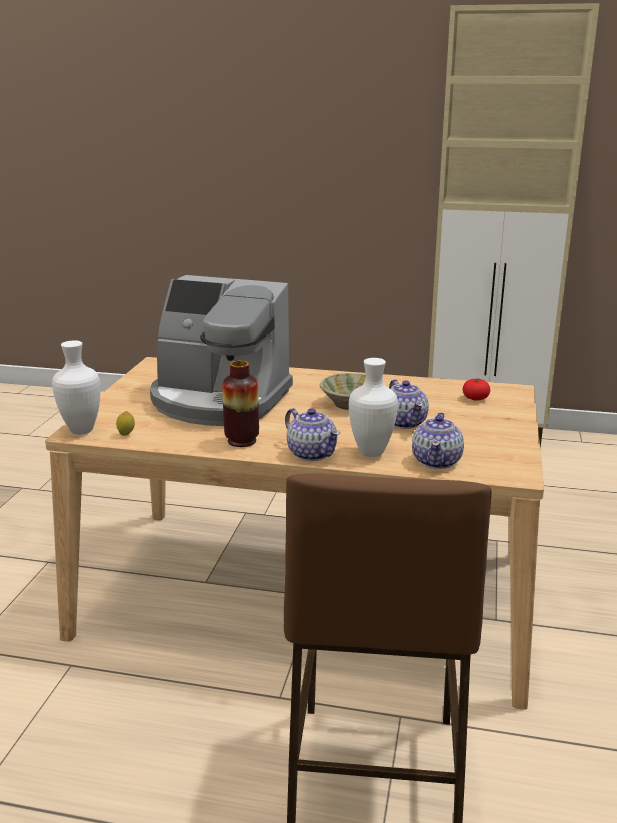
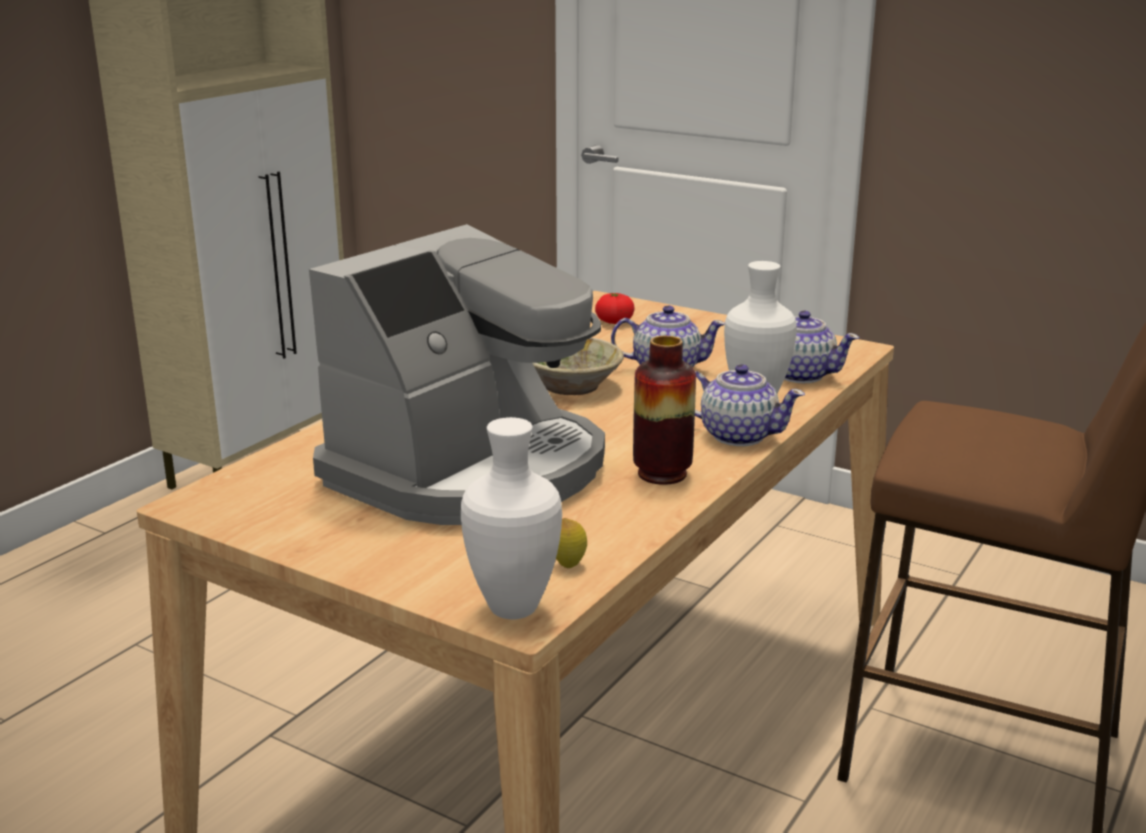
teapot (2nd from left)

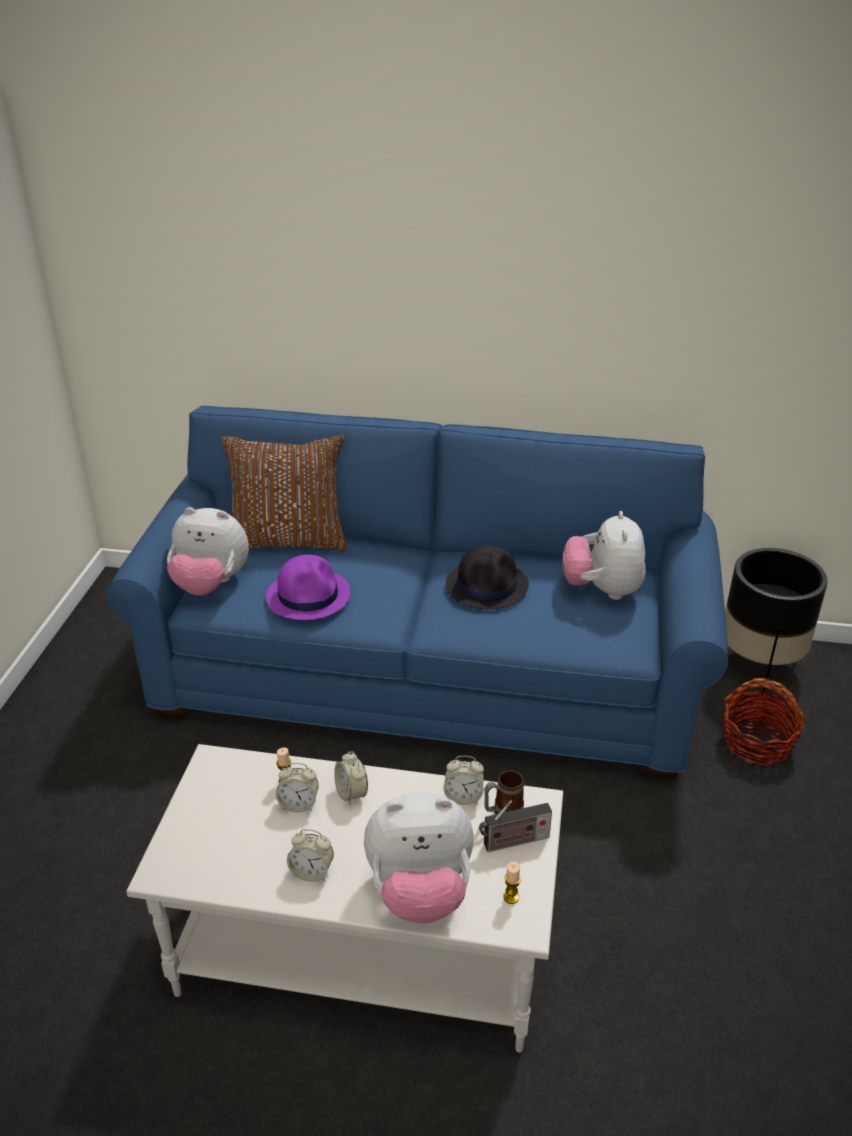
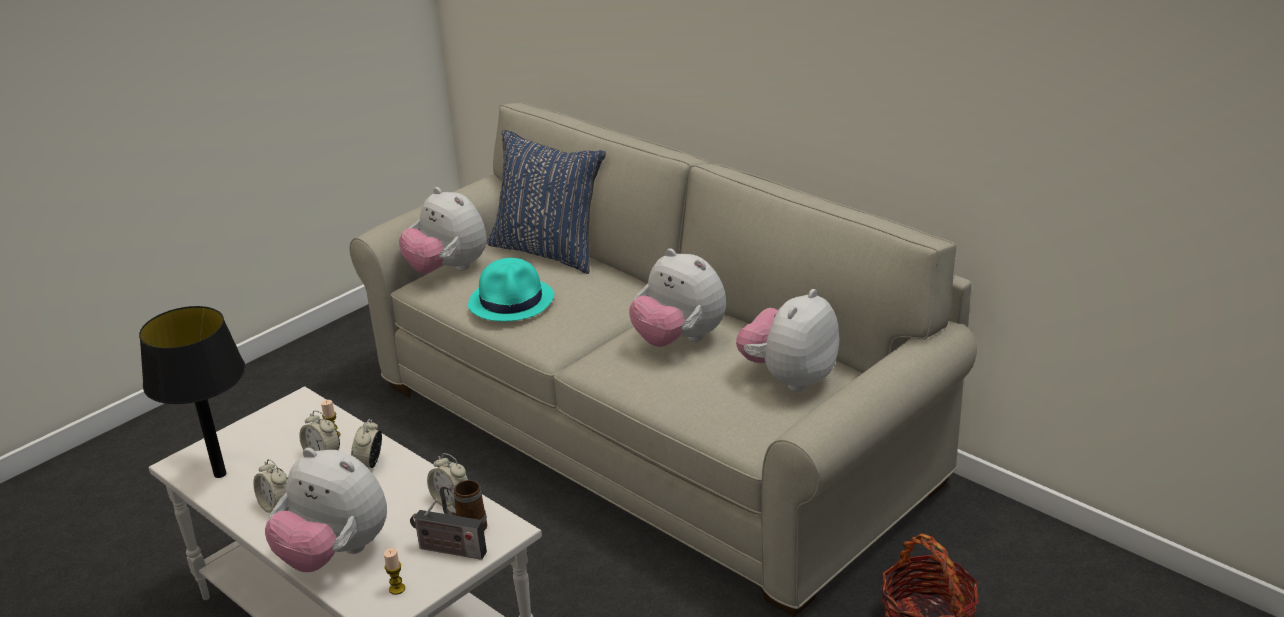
beige sofa
blue pillow
turquoise hat
plush toy (3rd from left)
black planter
black table lamp

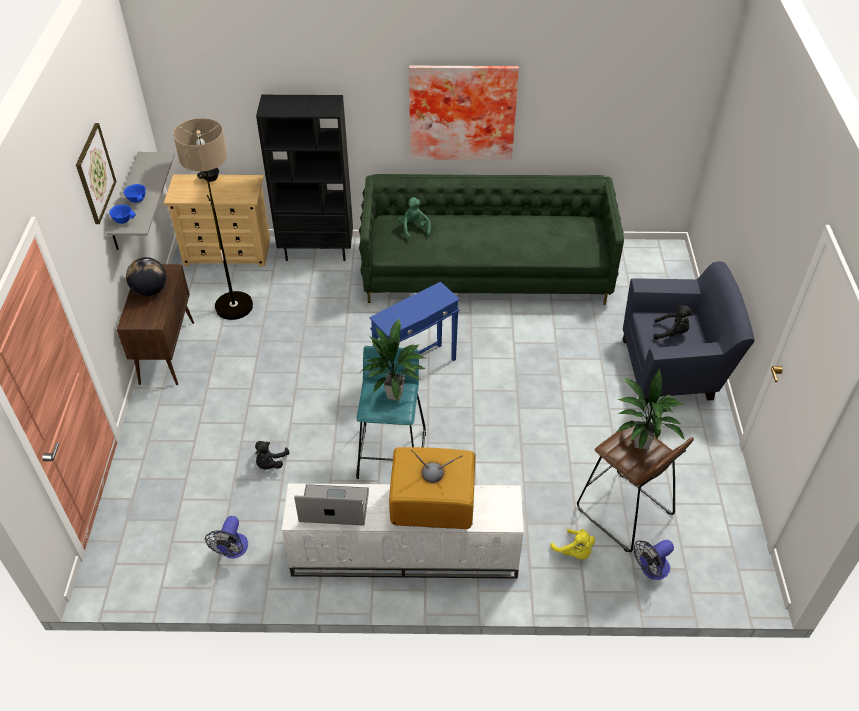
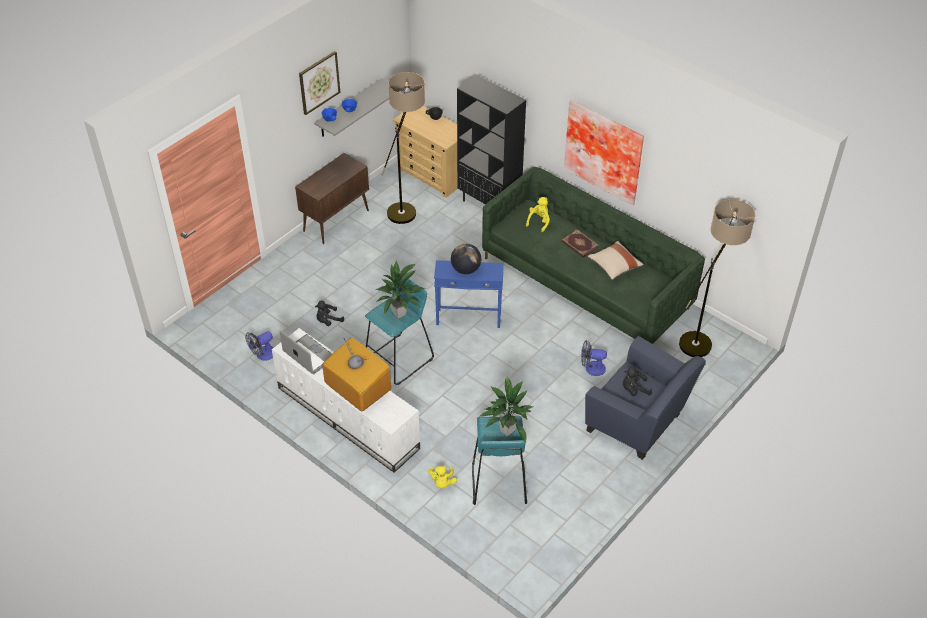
globe
yellow plush toy (2nd from left)
turquoise stool (2nd from left)
fan (2nd from left)
black plush toy (2nd from left)
book
beige pillow
floor lamp (2nd from left)

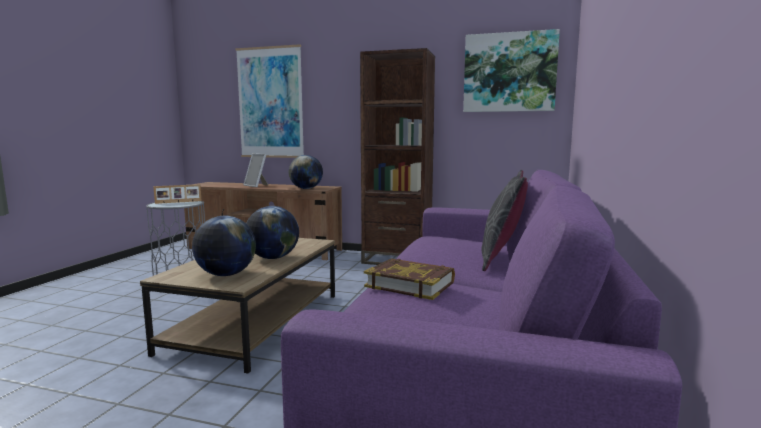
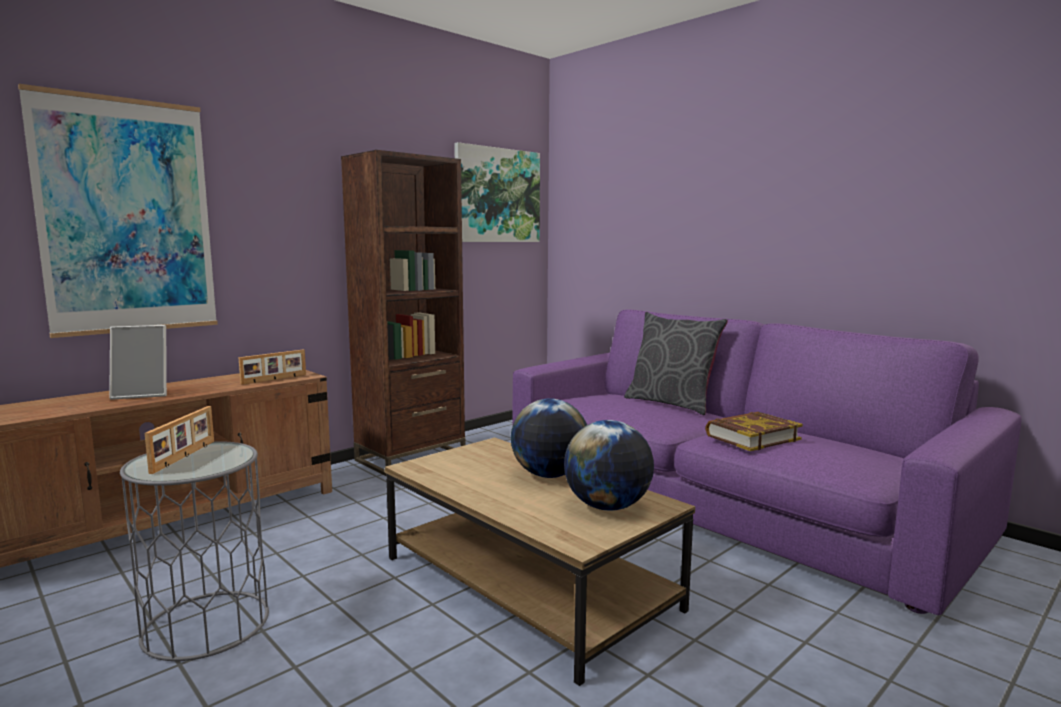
picture frame (3rd from left)

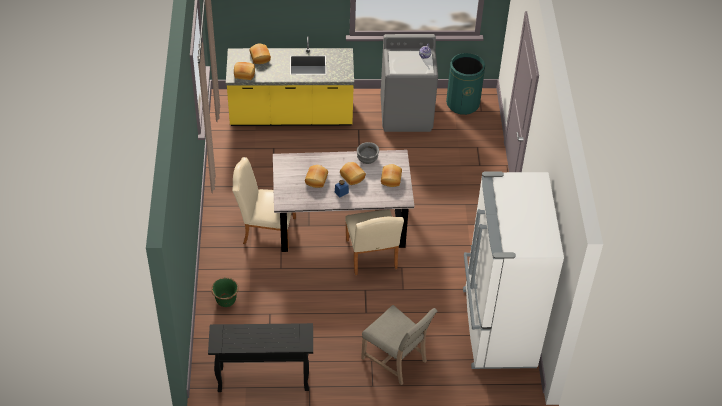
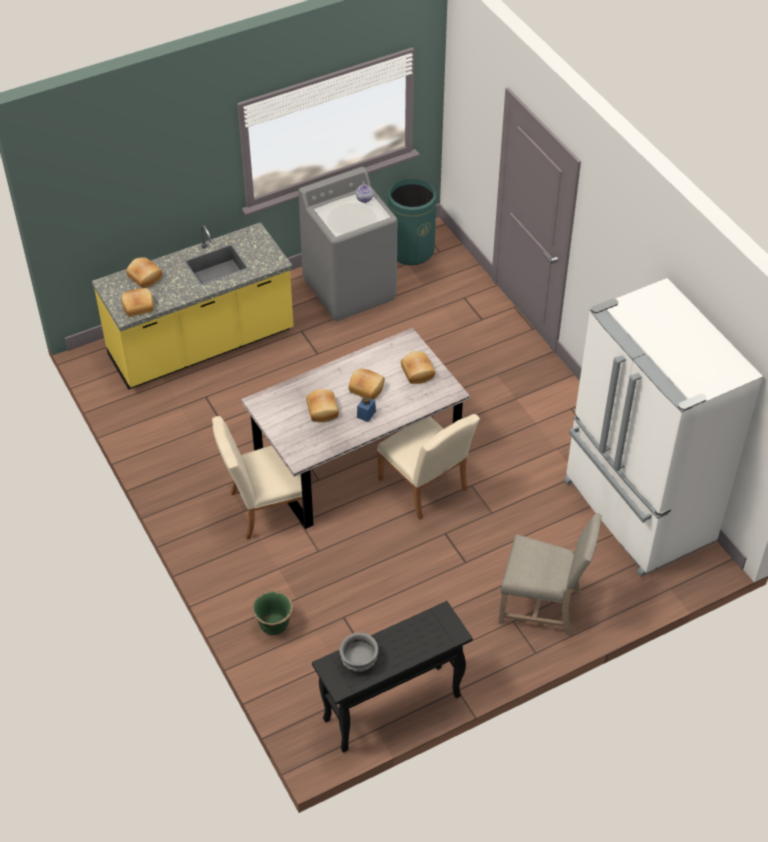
grey bowl

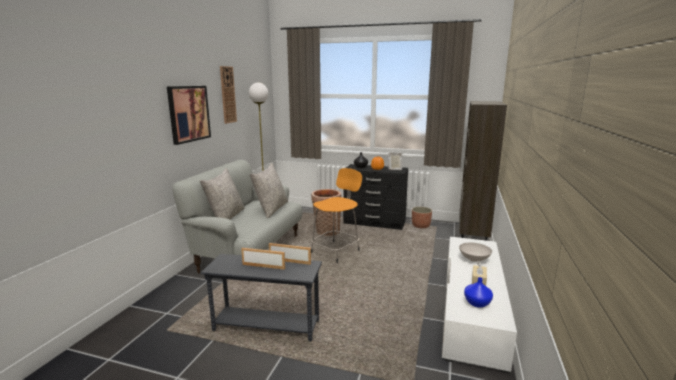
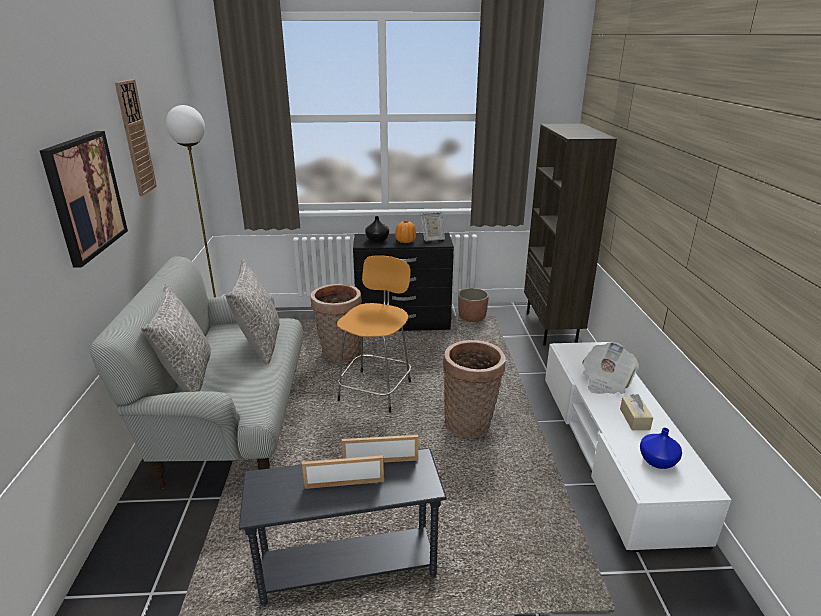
newspaper
basket (2nd from left)

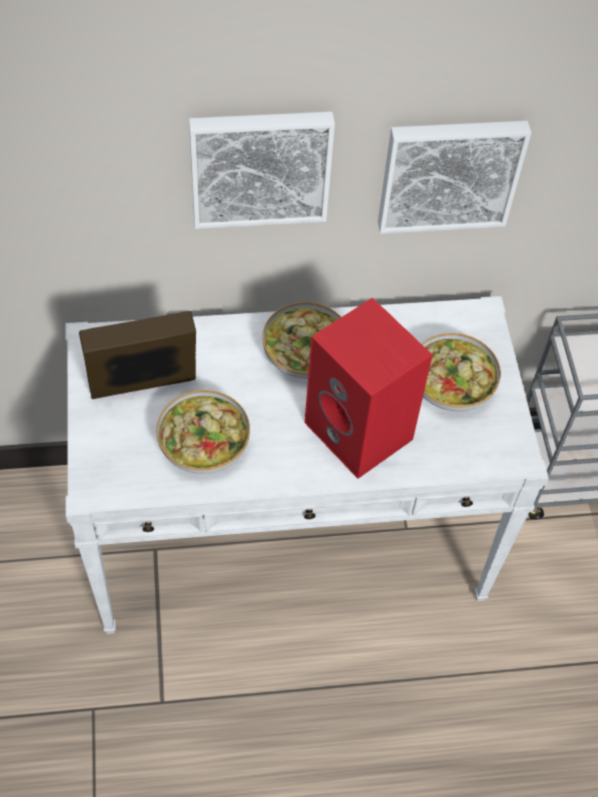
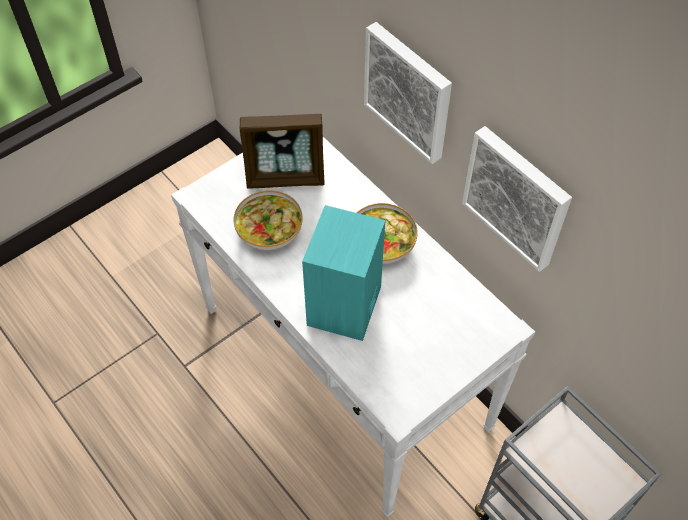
picture frame
turquoise speaker
bowl (3rd from left in the first image)

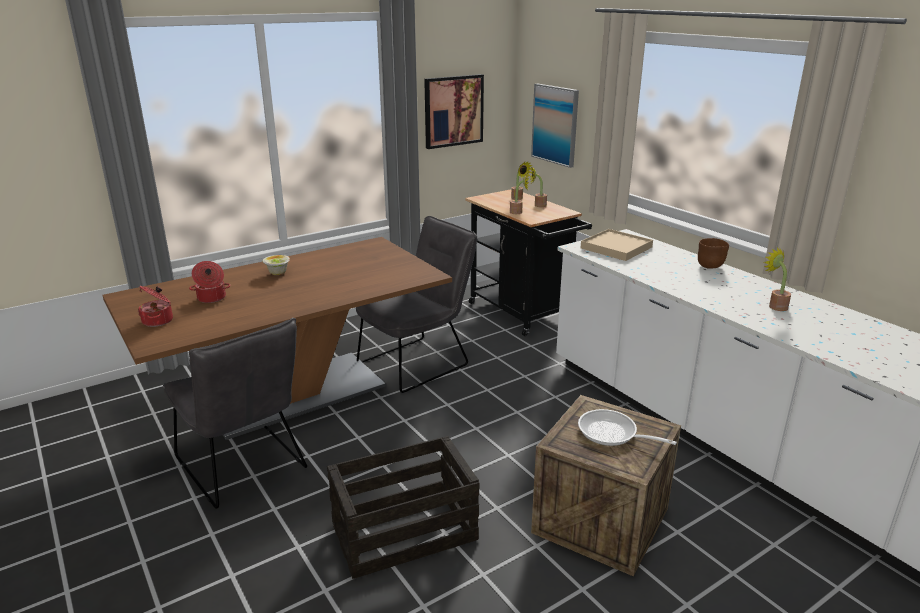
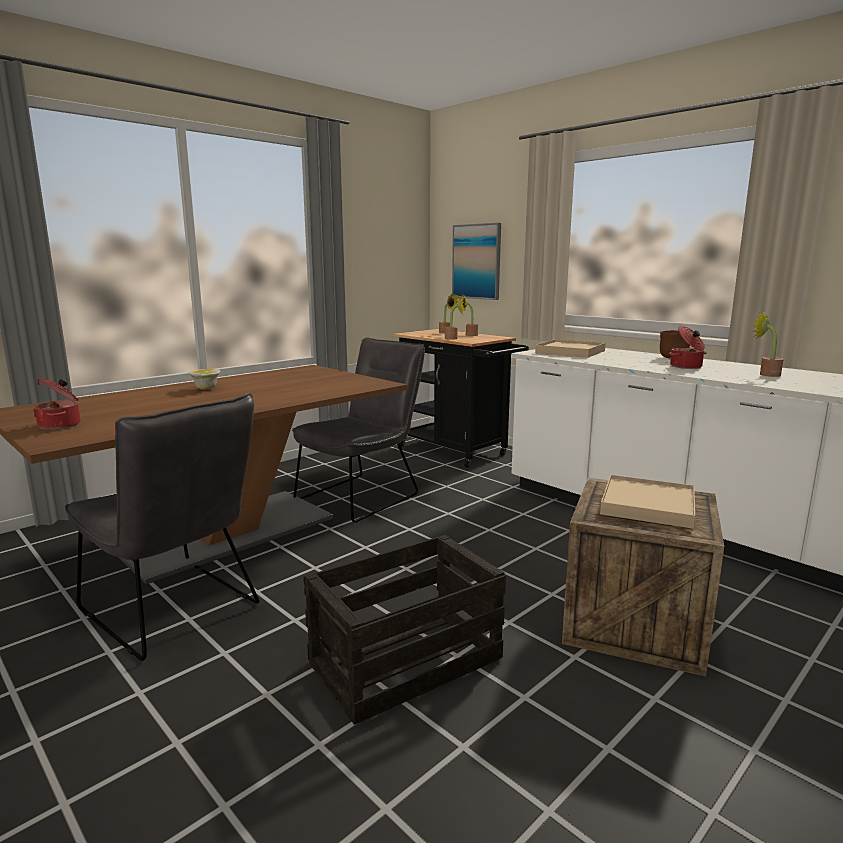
cooking pot (2nd from left)
picture (1st from left in the first image)
beige tray (2nd from left)

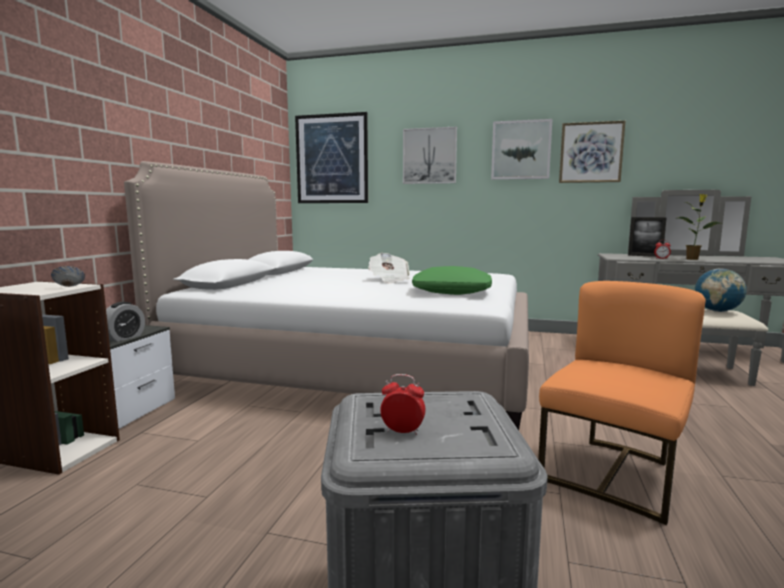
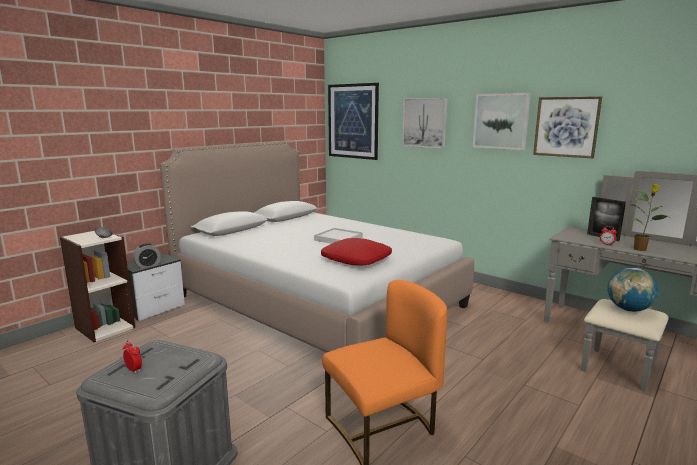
white tray
red pillow

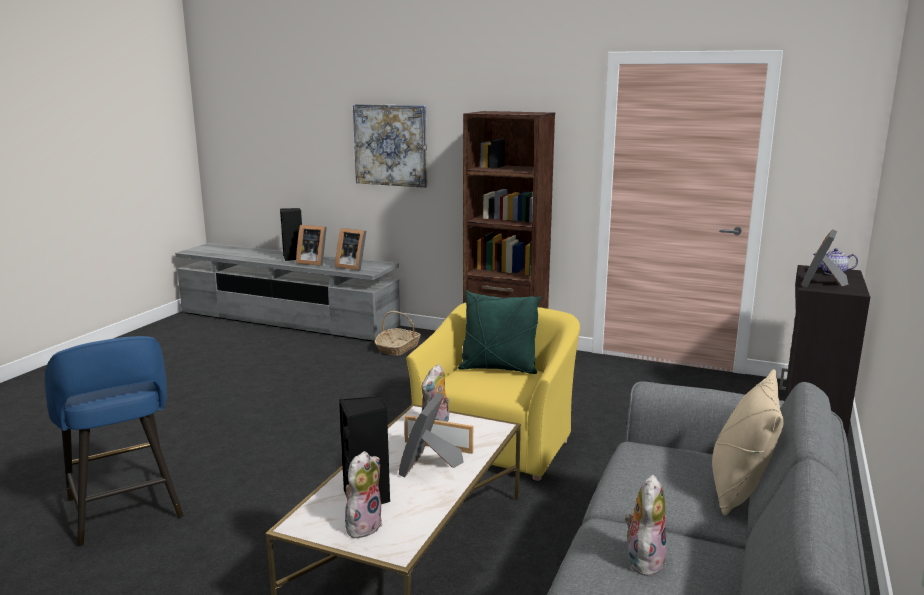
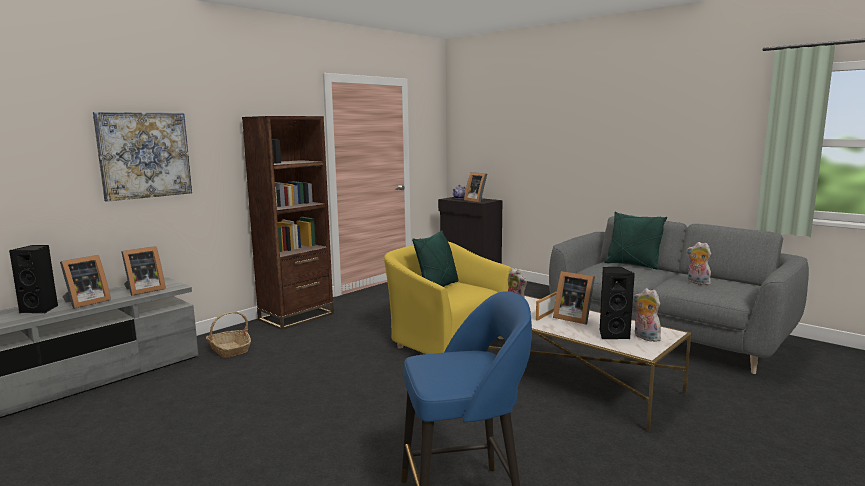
green pillow (2nd from left)

